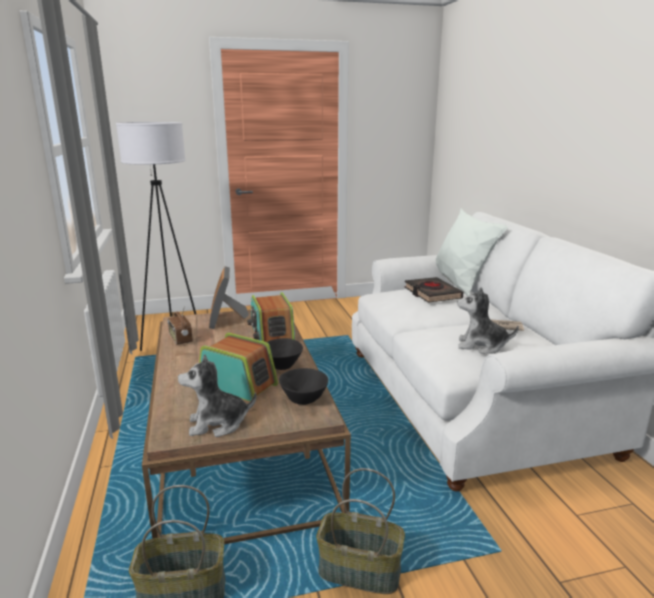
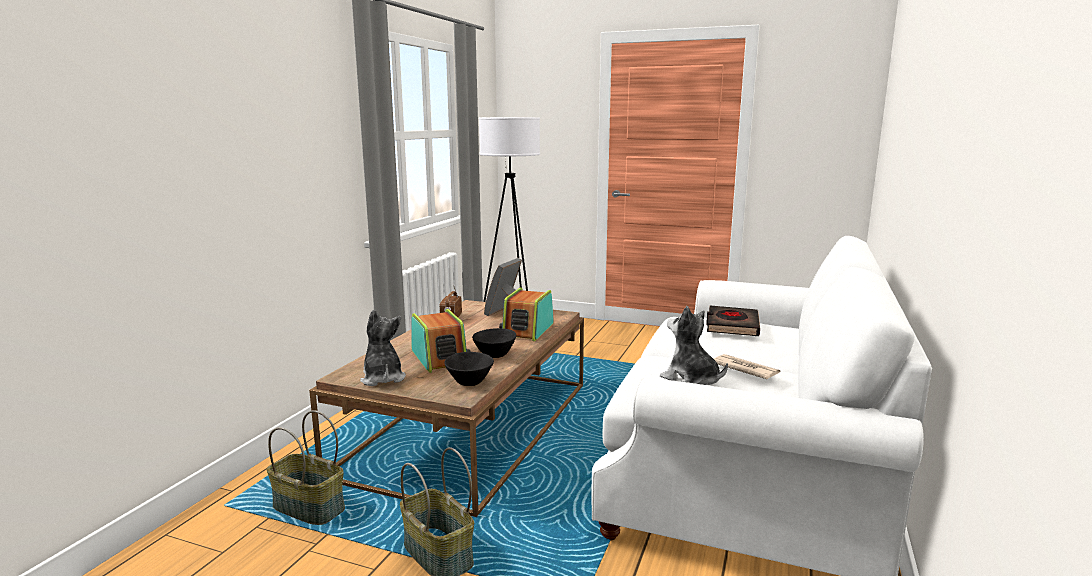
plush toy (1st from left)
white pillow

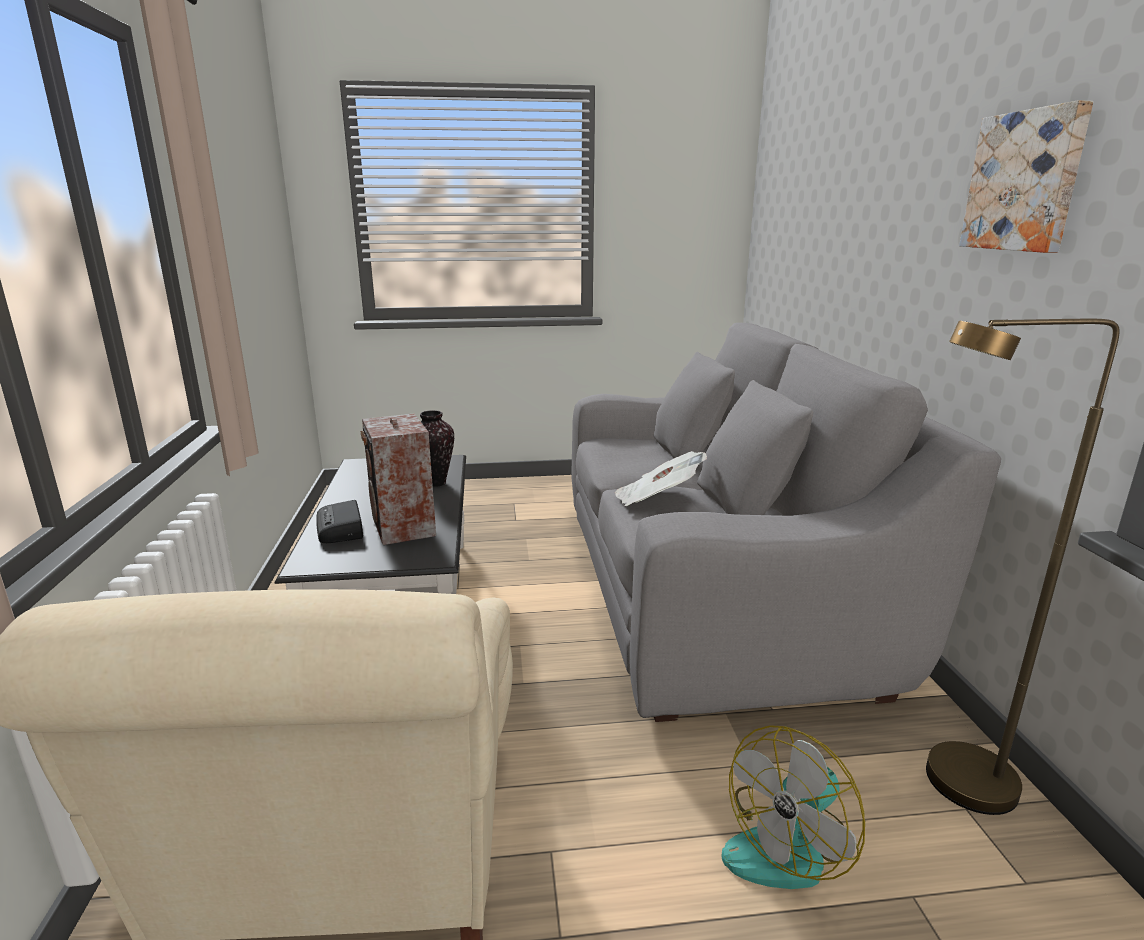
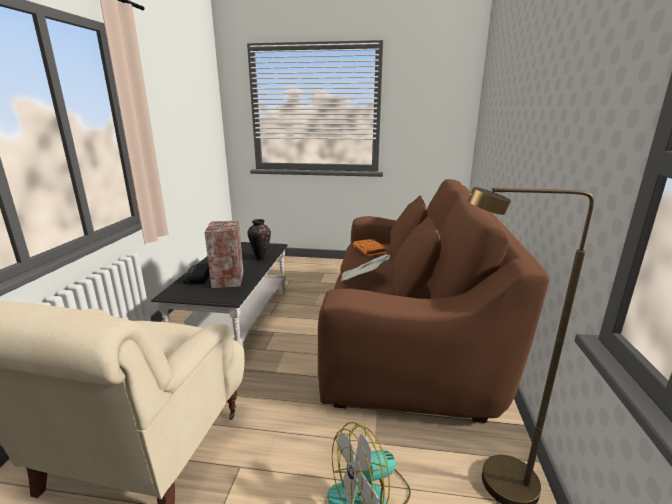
brown sofa
picture
orange book

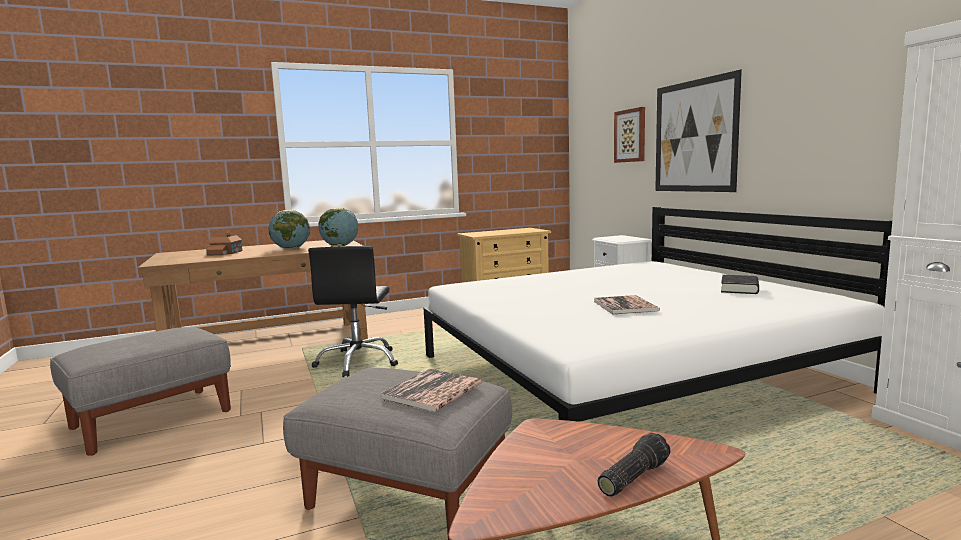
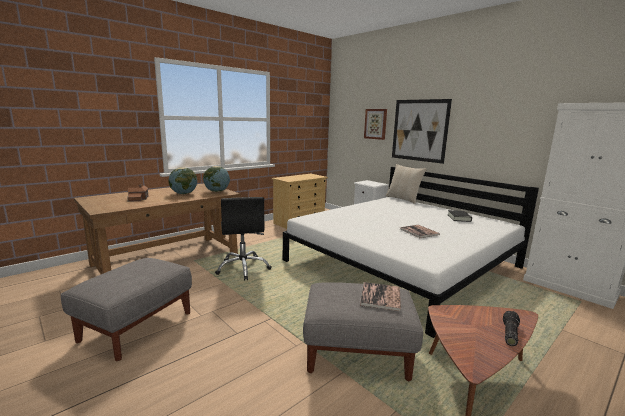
beige pillow

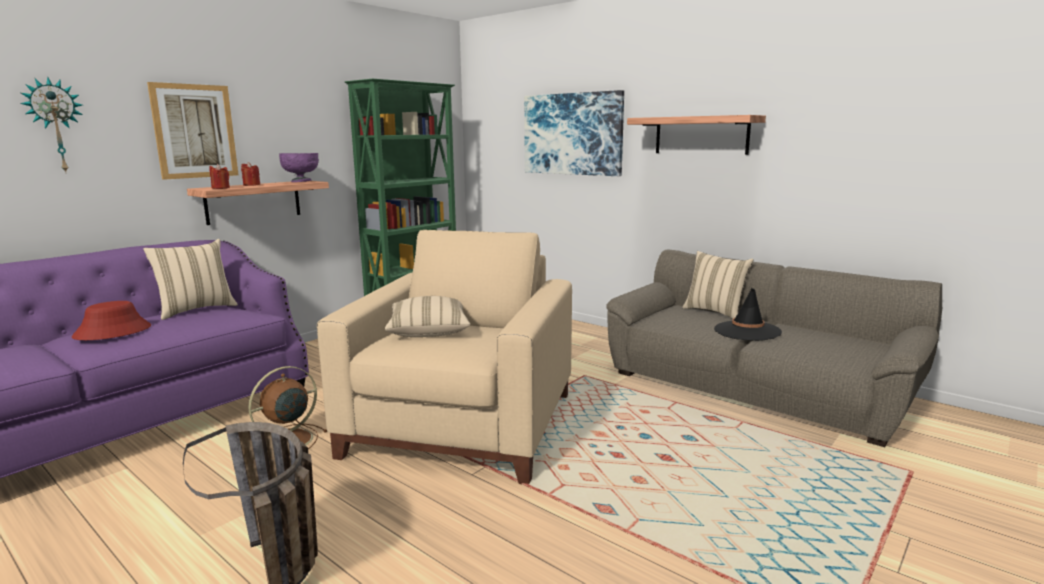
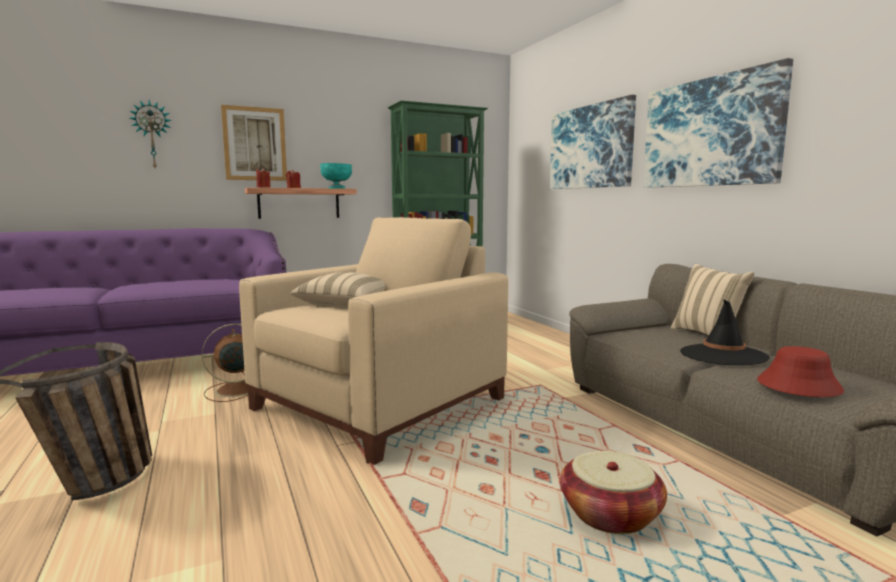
red hat
beige pillow (1st from left in the first image)
turquoise bowl
picture (3rd from left)
basket (2nd from left)

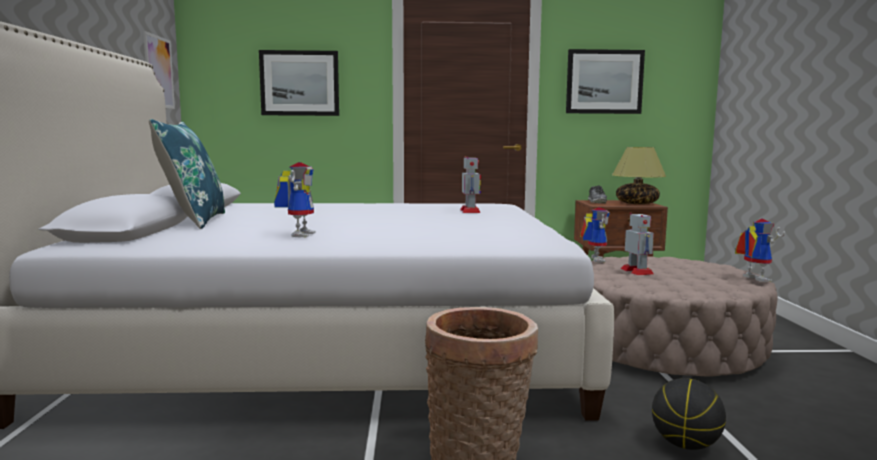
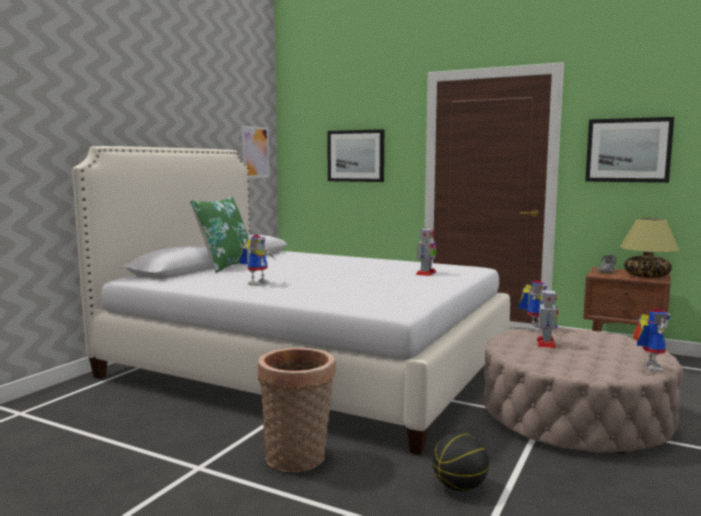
green pillow

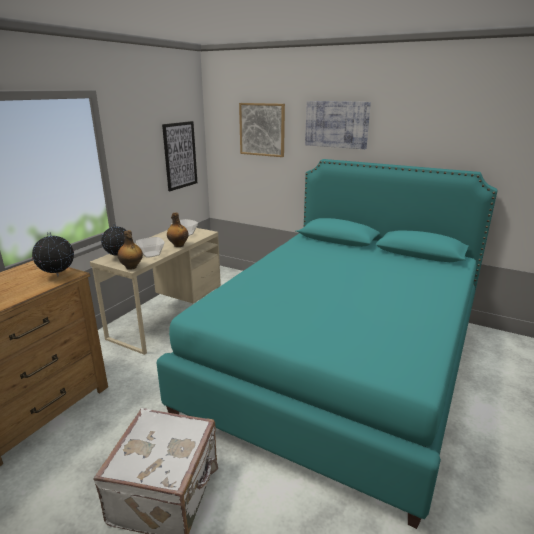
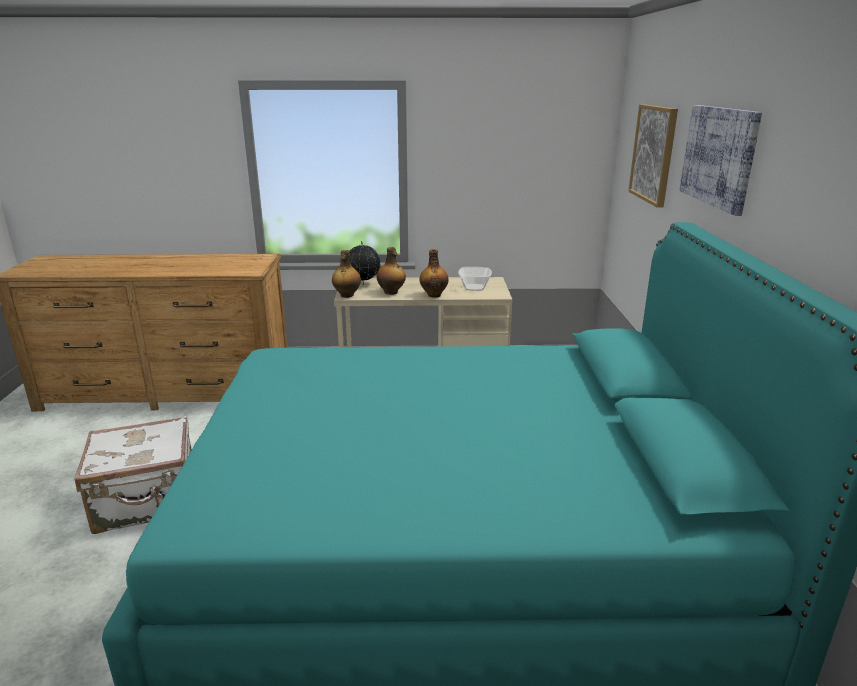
globe (1st from left in the first image)
bottle (2nd from left)
picture (1st from left in the first image)

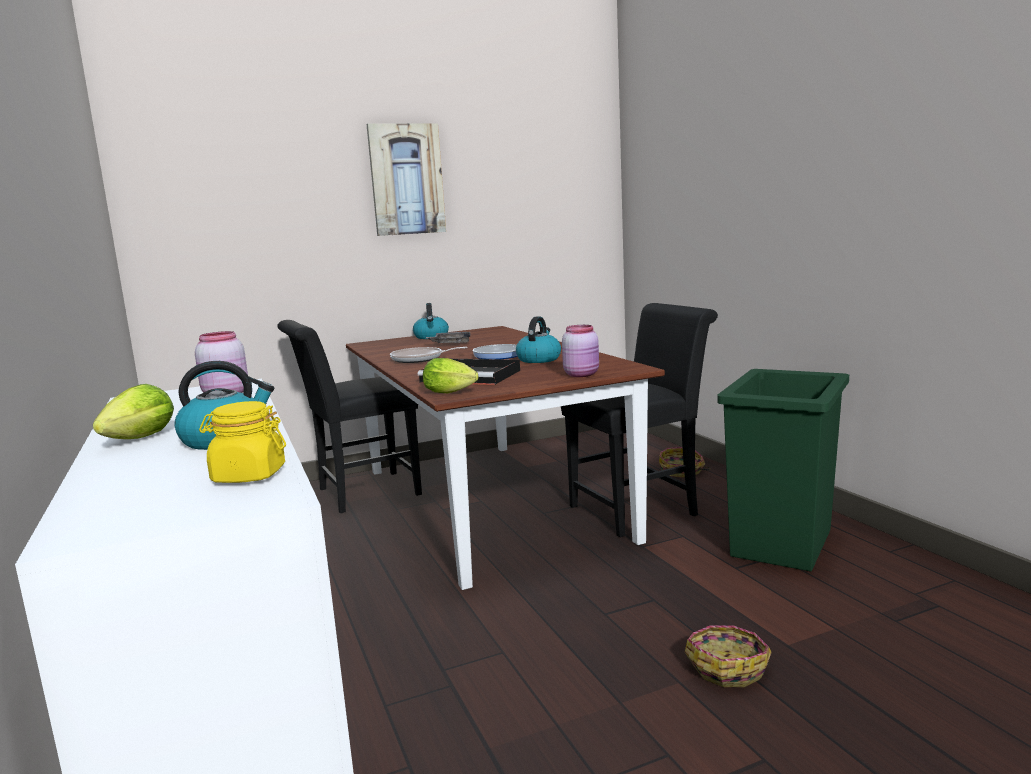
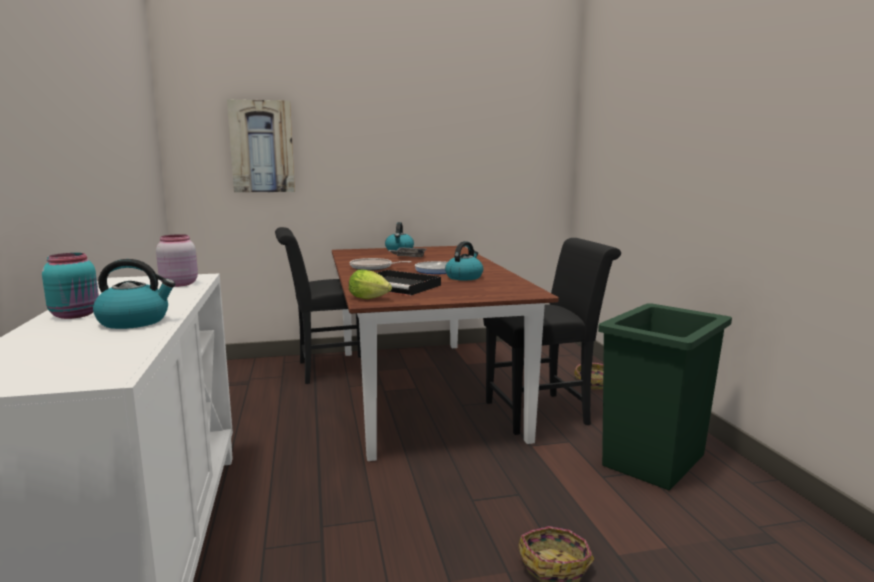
turquoise jar
yellow jar
picture
pink jar (2nd from left in the first image)

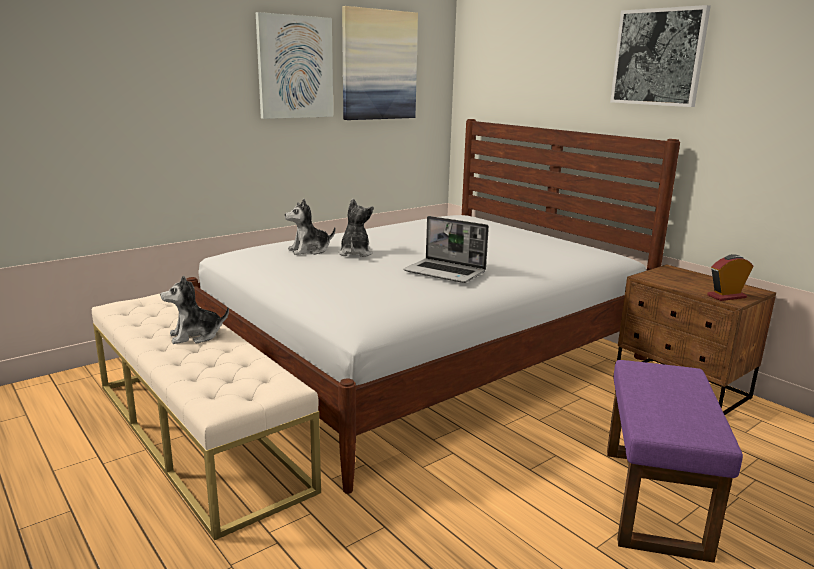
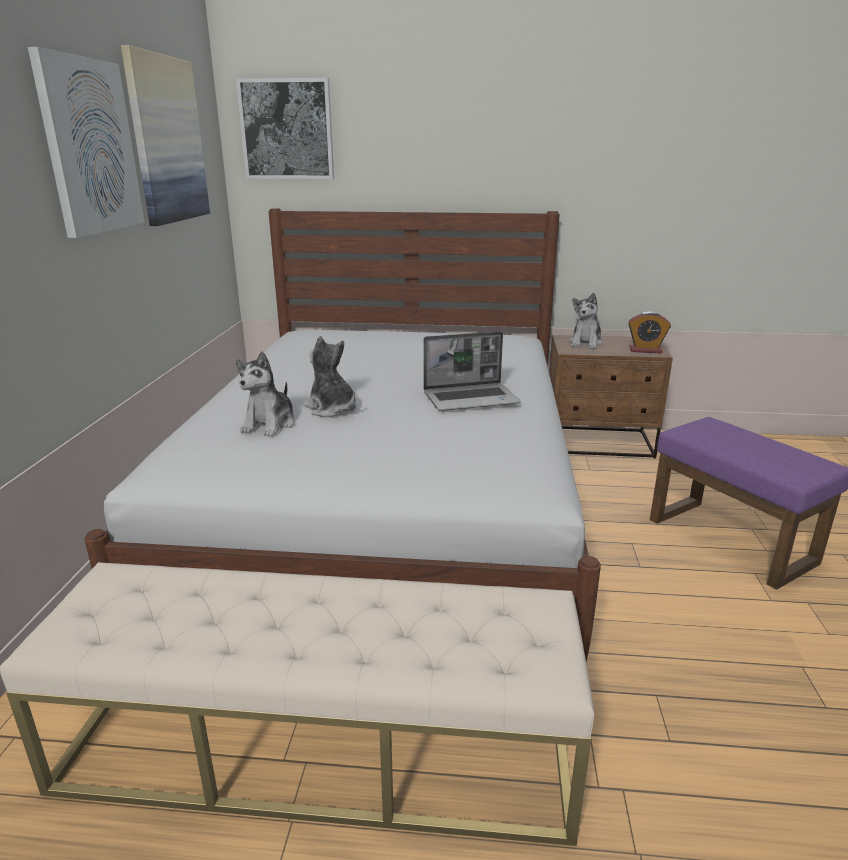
plush toy (3rd from left)
picture (3rd from left)
alarm clock

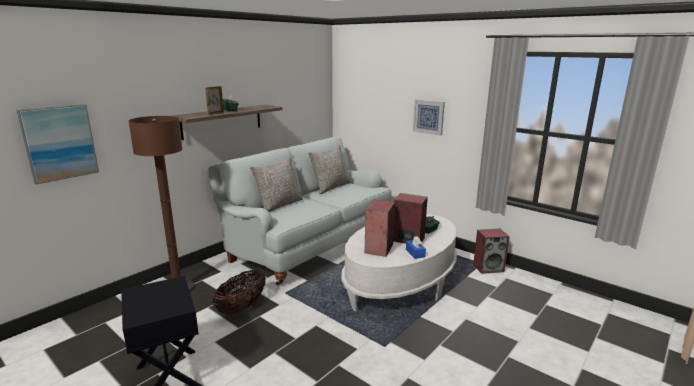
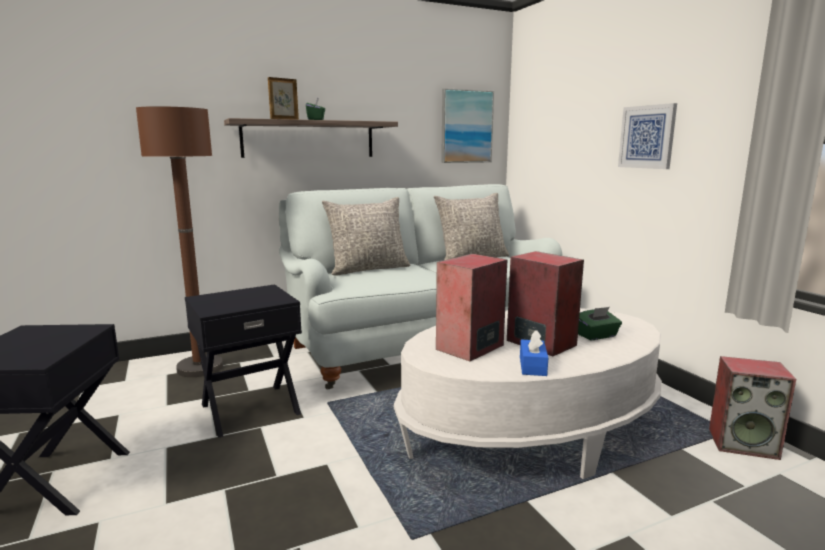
picture (1st from left)
black side table (2nd from left)

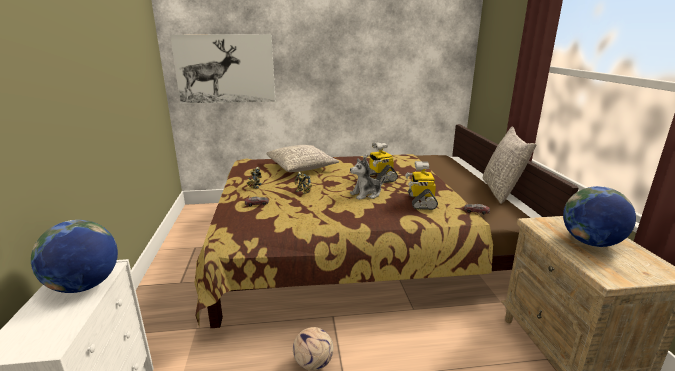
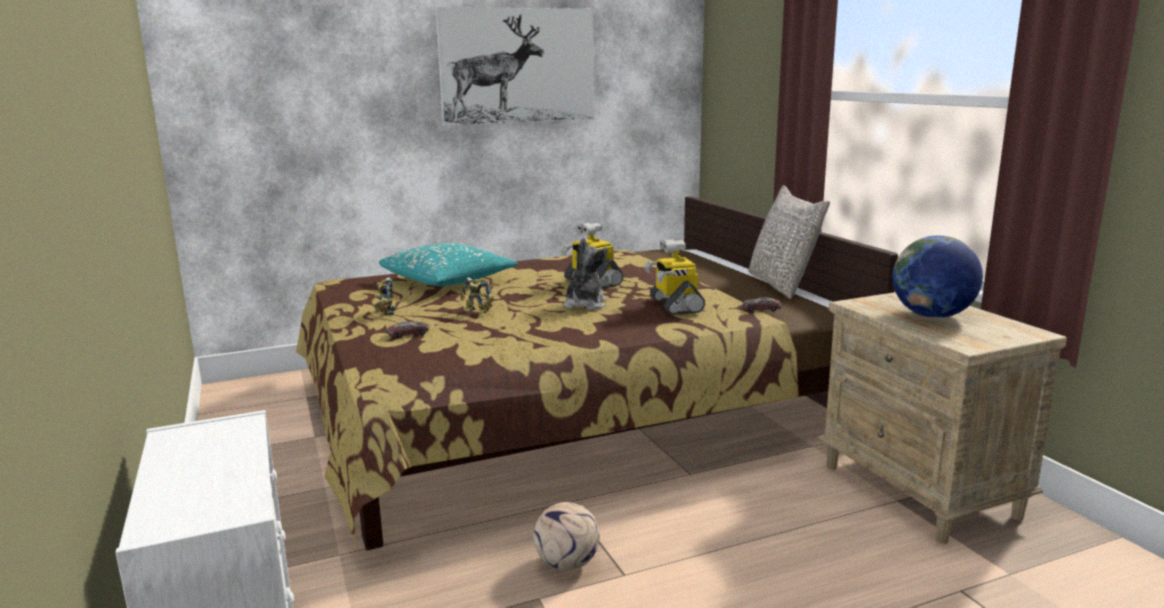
globe (1st from left in the first image)
picture
turquoise pillow
plush toy

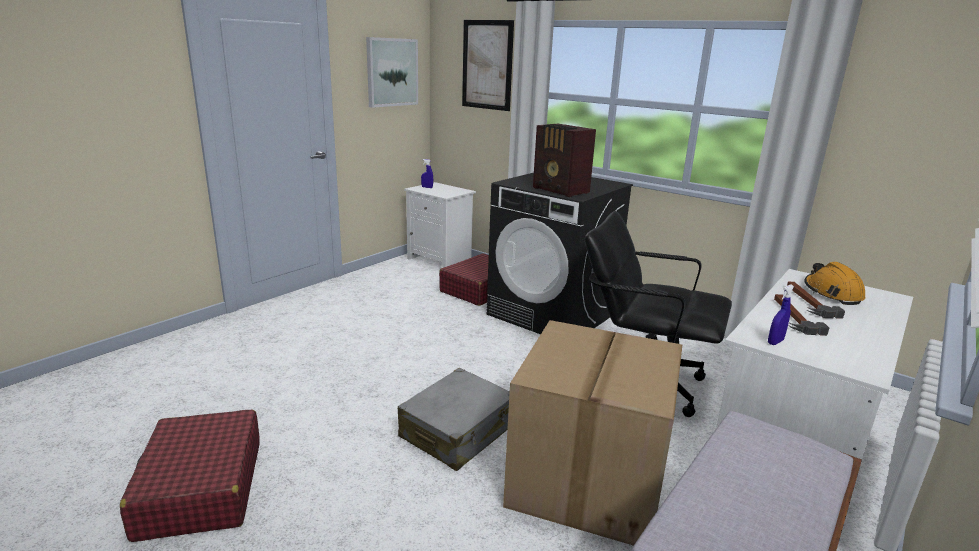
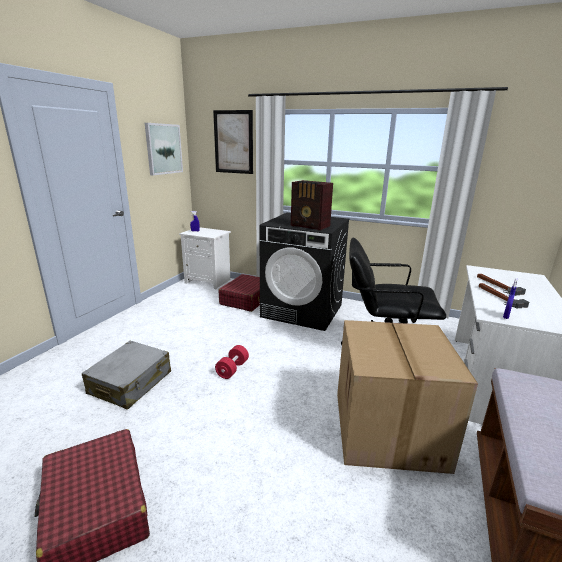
grey suitcase
orange hard hat
red dumbbell

